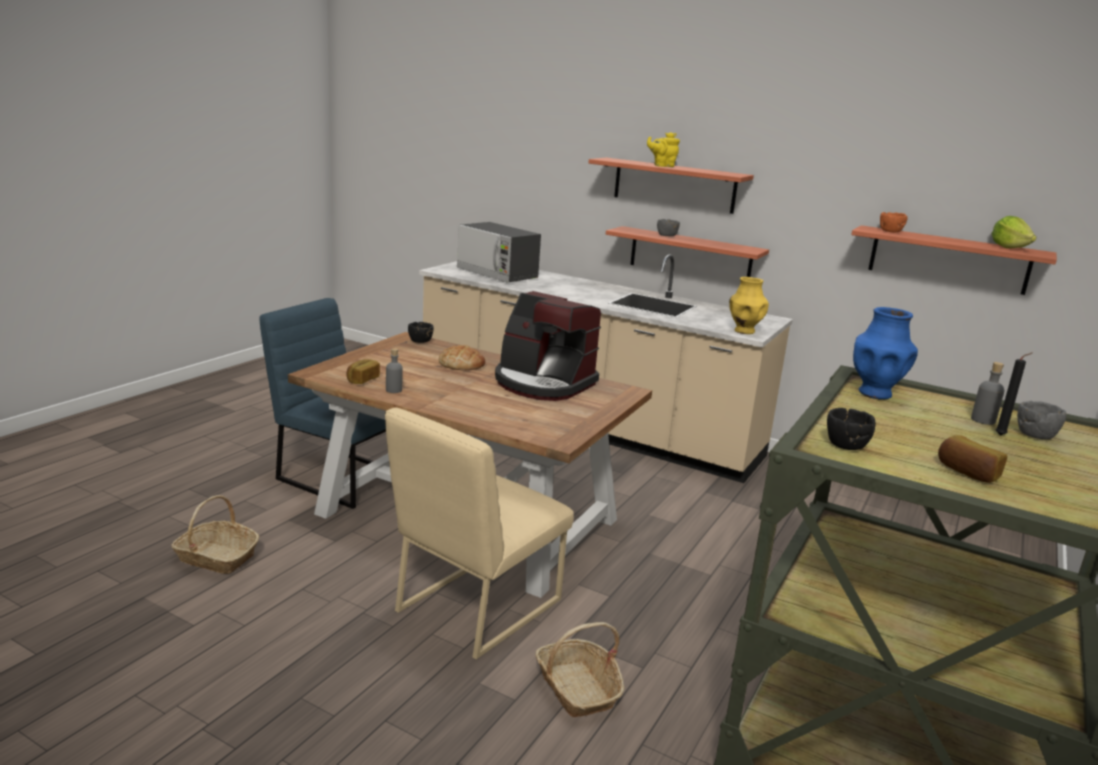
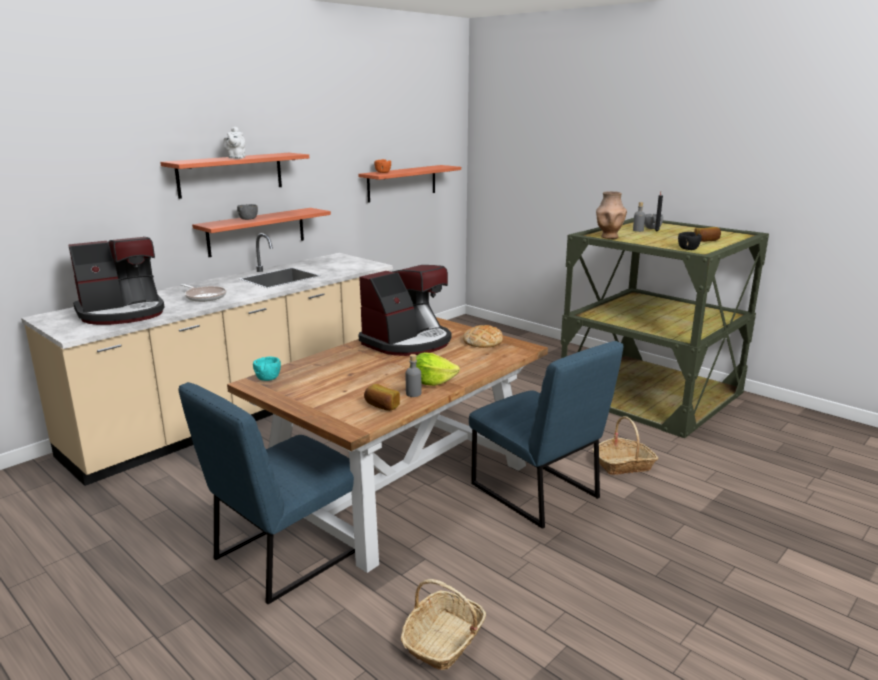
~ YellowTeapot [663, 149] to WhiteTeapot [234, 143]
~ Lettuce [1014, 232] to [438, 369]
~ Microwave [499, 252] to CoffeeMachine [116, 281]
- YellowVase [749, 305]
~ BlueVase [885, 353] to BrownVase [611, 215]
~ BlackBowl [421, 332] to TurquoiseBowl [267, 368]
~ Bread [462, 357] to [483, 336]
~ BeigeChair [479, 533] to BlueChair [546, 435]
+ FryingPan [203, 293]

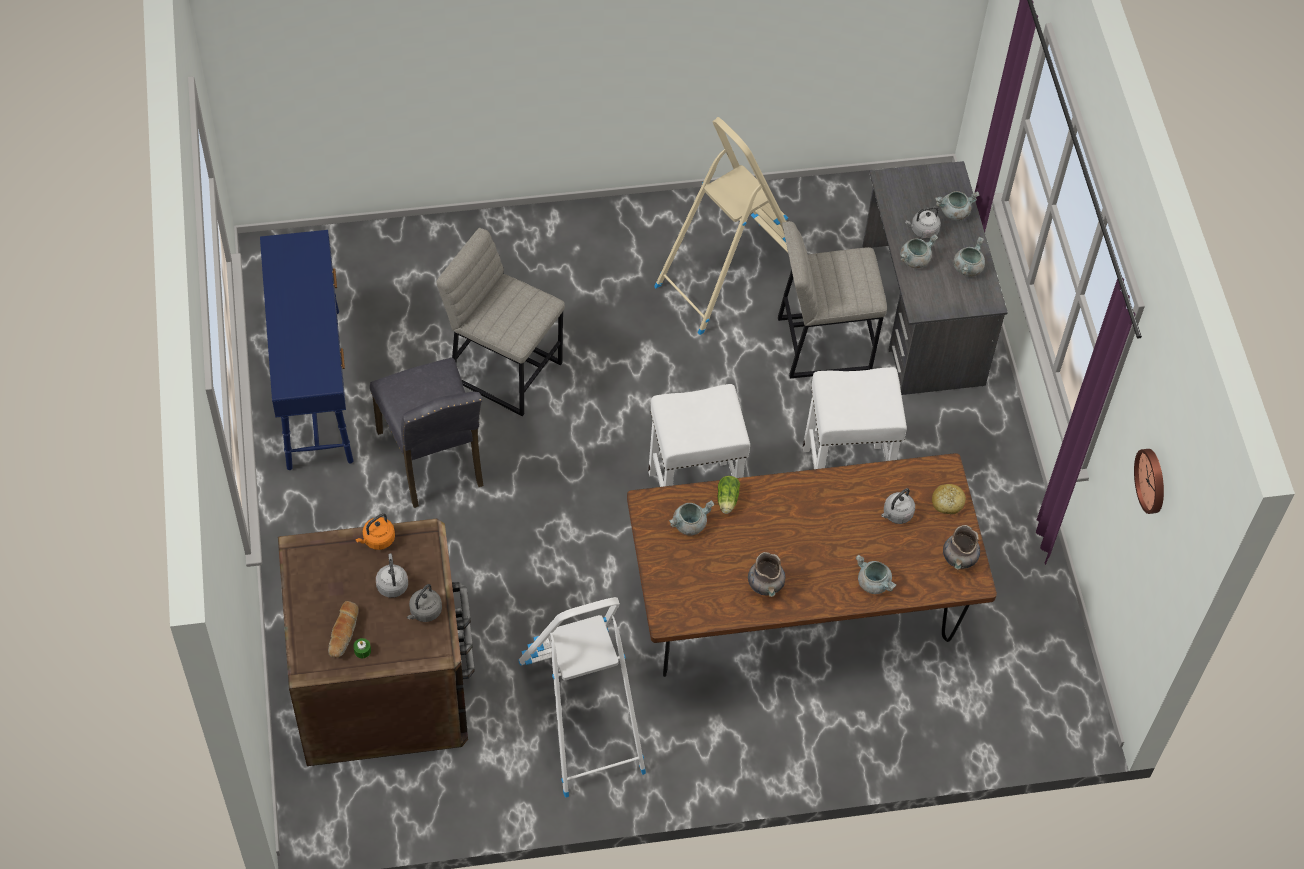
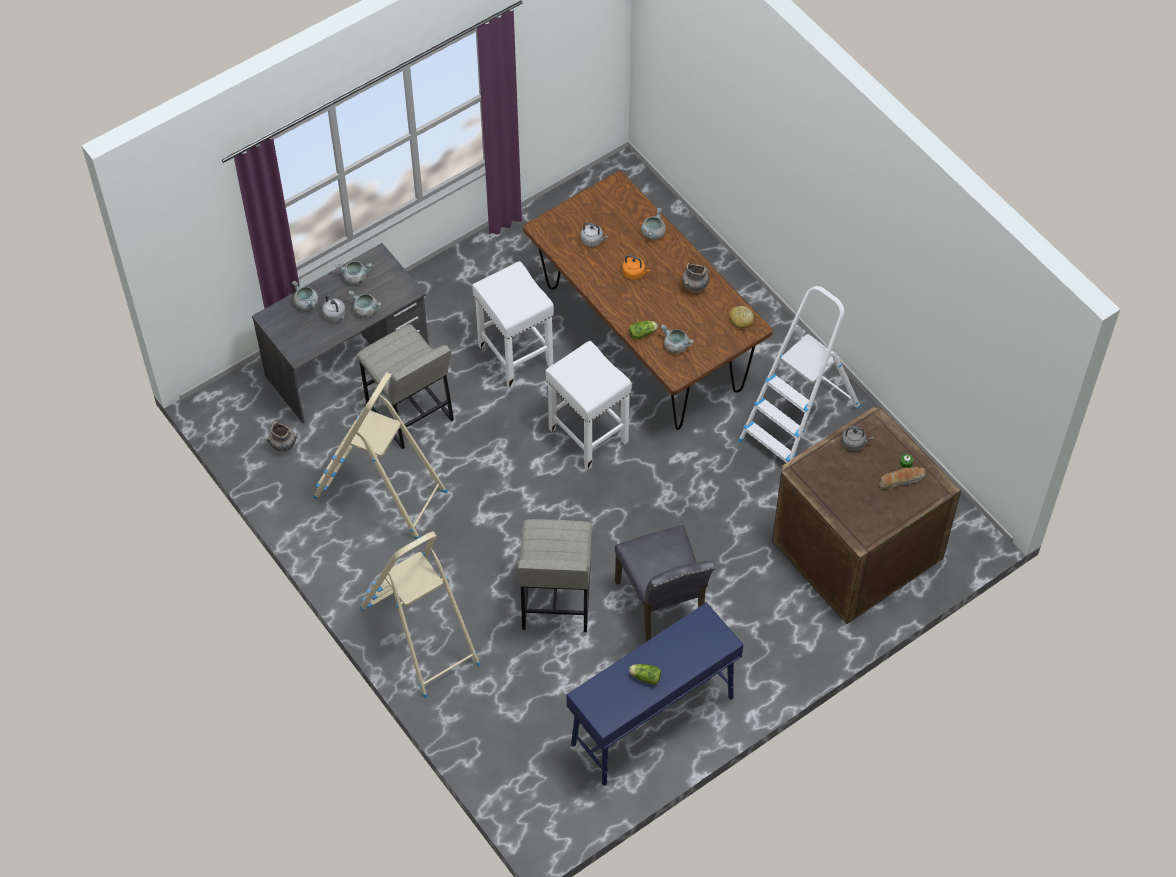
~ GreyChair [427, 432] = [665, 583] 120 degrees clockwise
- WallClock [1149, 481]
~ Bread [949, 499] to [741, 317]
~ OrangeKettle [375, 531] to [636, 267]
~ GreyVase [961, 547] to [283, 437]
- GreyKettle [392, 576]
+ BeigeStepLadder [420, 615]
+ Lettuce [645, 674]

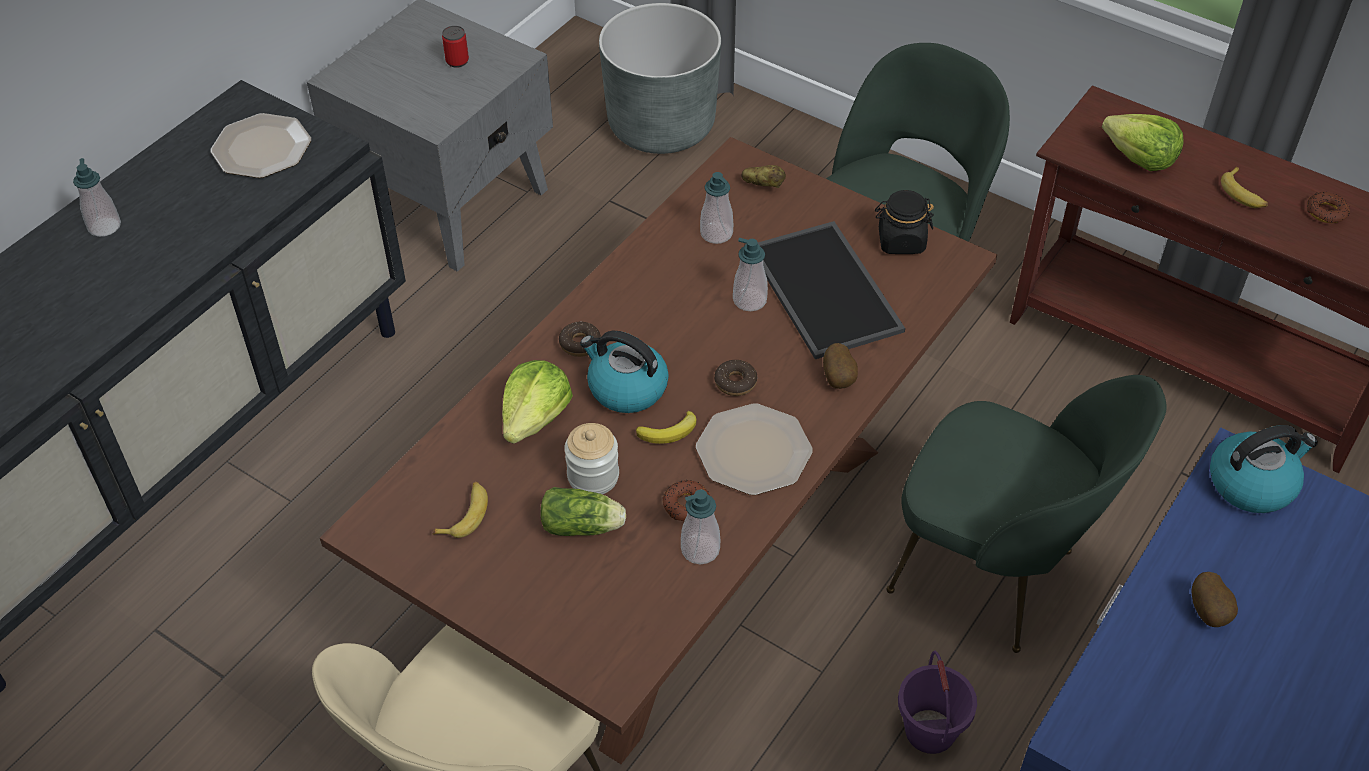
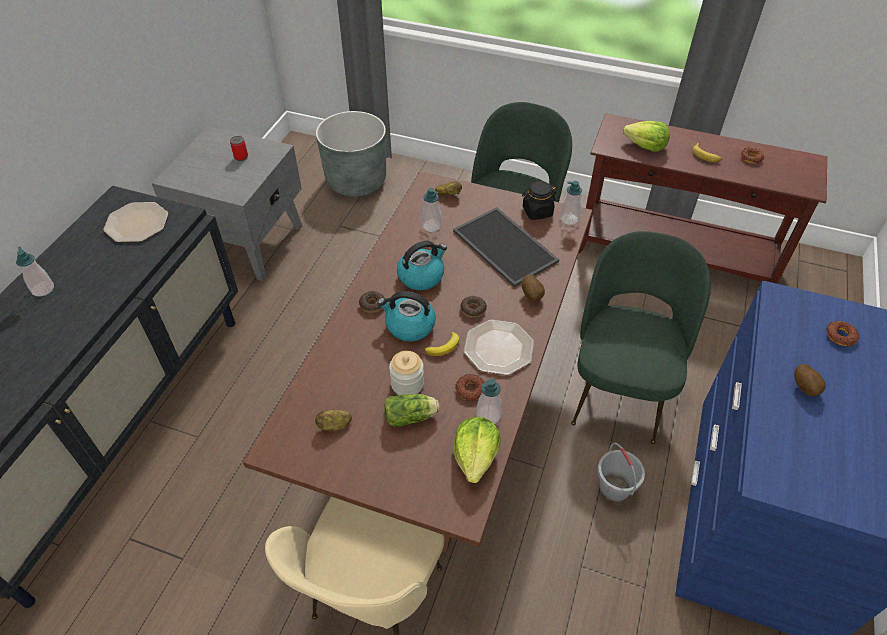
~ SoapDispenser [750, 274] to [571, 203]
~ Lettuce [537, 402] to [477, 450]
~ GreenChair [1026, 514] = [641, 337] 90 degrees counterclockwise
~ Kettle [1264, 469] to [422, 265]
~ Banana [460, 510] to Potato [333, 420]
~ PurpleBucket [937, 702] to GreyBucket [621, 472]
+ Donut [843, 333]

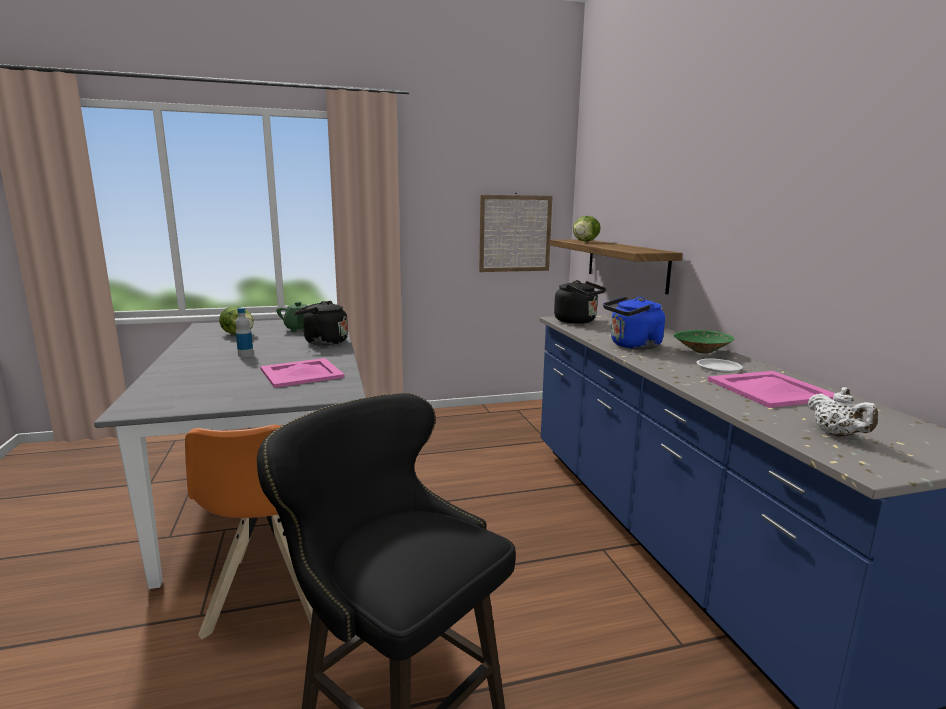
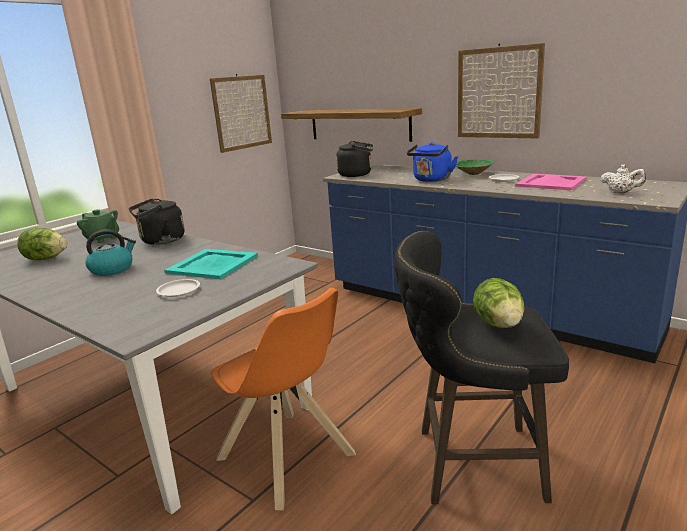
~ Lettuce [587, 229] to [499, 303]
~ Bottle [245, 332] to Kettle [110, 252]
~ PinkTray [302, 373] to TurquoiseTray [211, 264]
+ Picture [501, 90]
+ WhitePlate [178, 288]

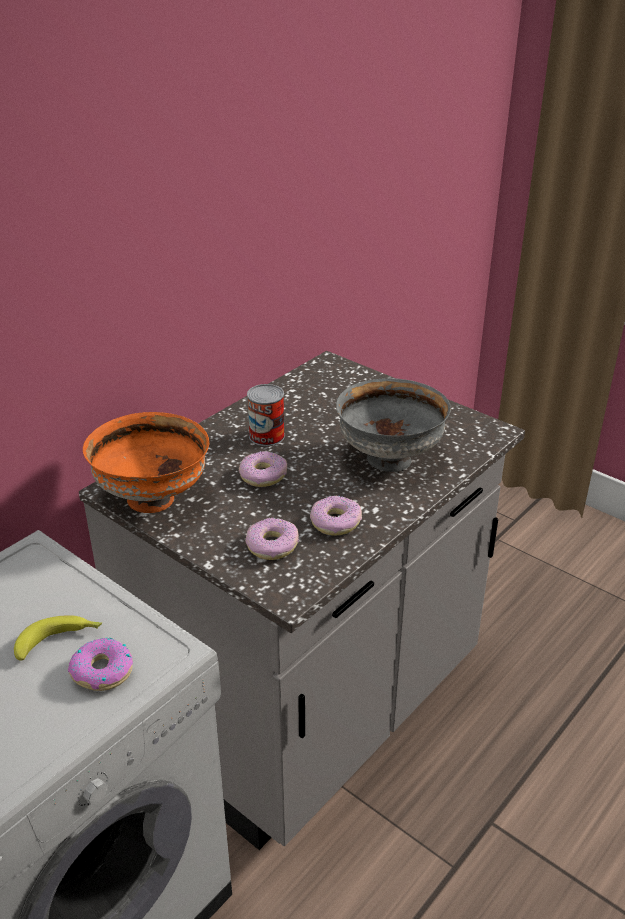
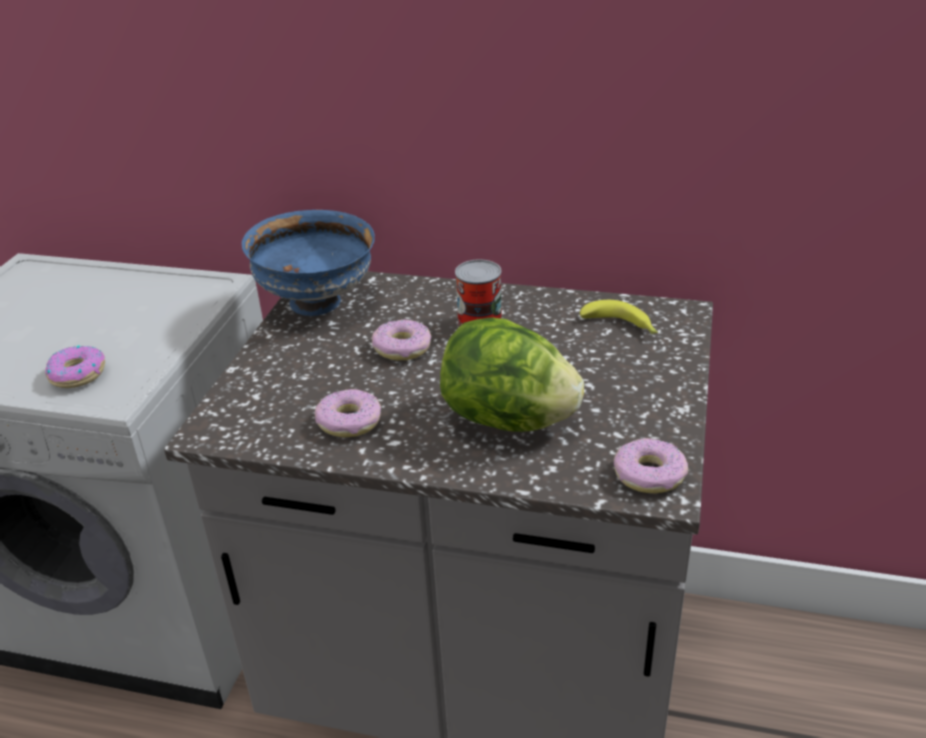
~ GreyBowl [393, 425] to Lettuce [512, 374]
~ OrangeBowl [146, 462] to BlueBowl [308, 263]
~ Donut [272, 539] to [651, 465]
~ Banana [58, 638] to [619, 317]

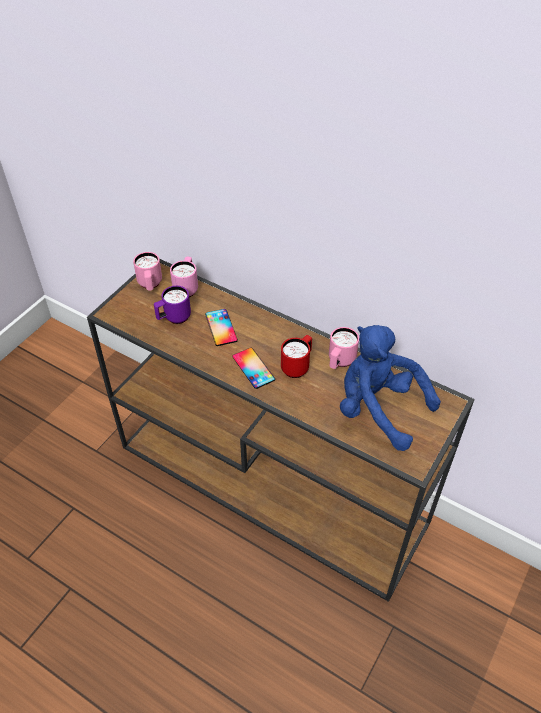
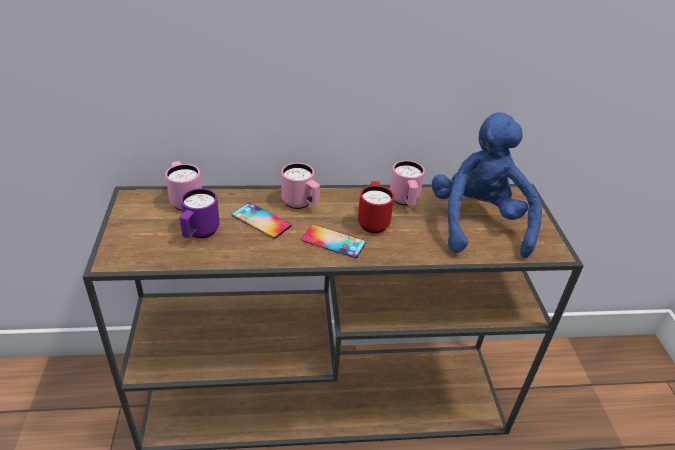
~ PinkMug [147, 271] to [300, 186]
~ BluePlushToy [390, 388] = [487, 185] 90 degrees clockwise

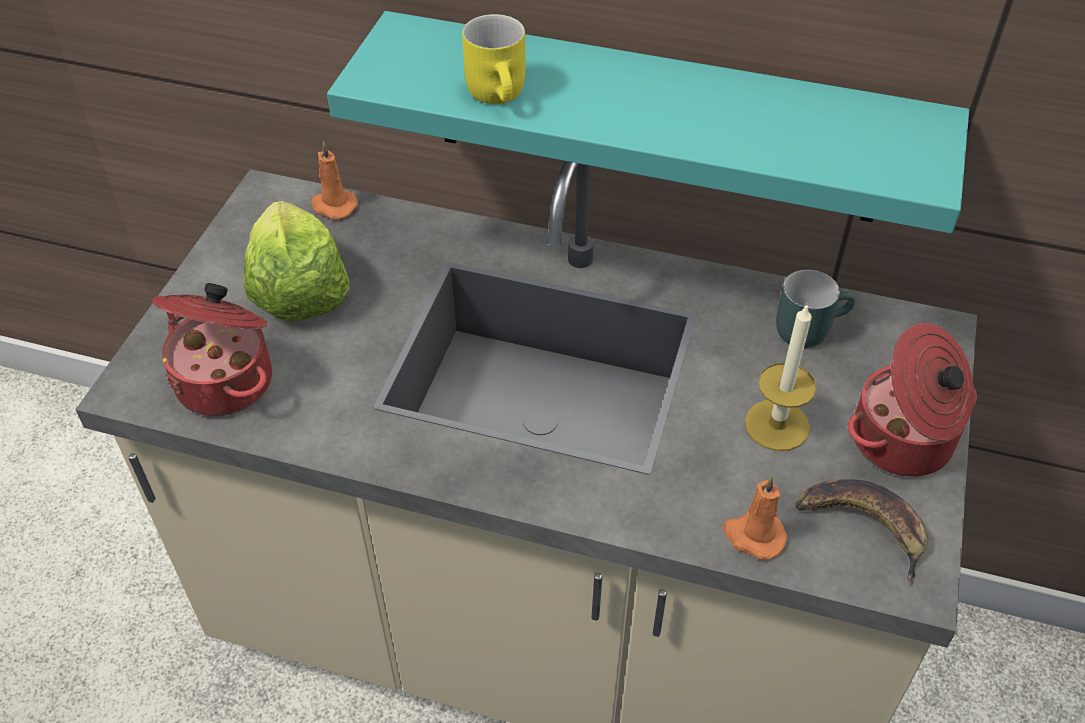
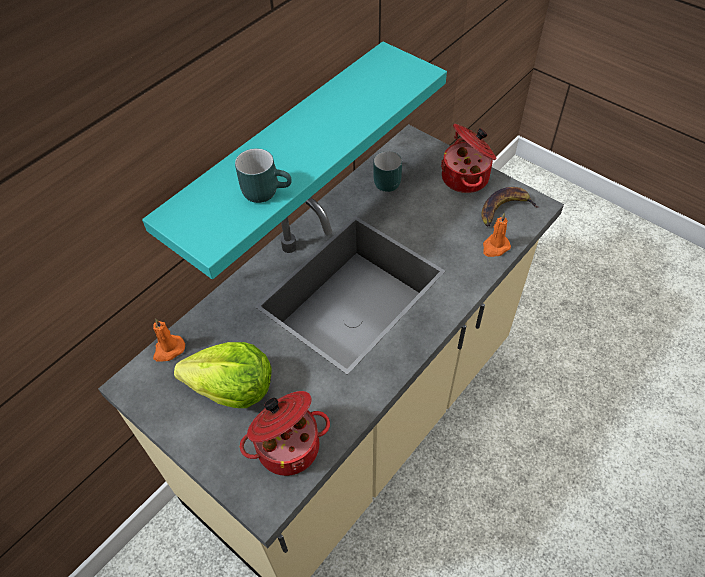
~ YellowMug [493, 59] to TurquoiseMug [263, 175]
- Candle [780, 377]

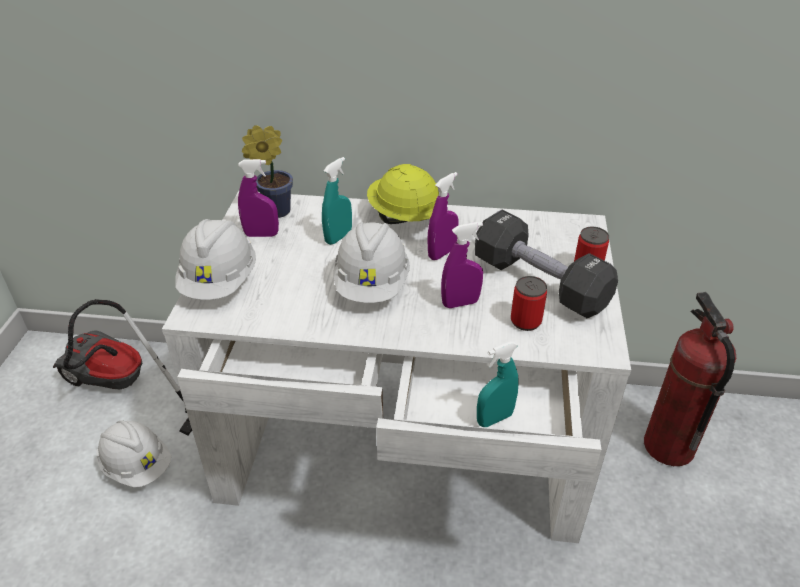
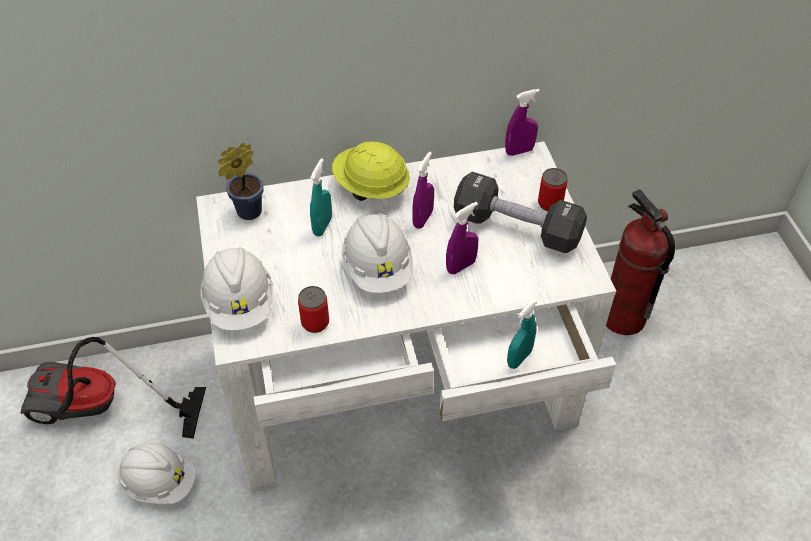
~ PurpleSprayBottle [258, 198] to [522, 122]
~ Can [529, 303] to [313, 309]

